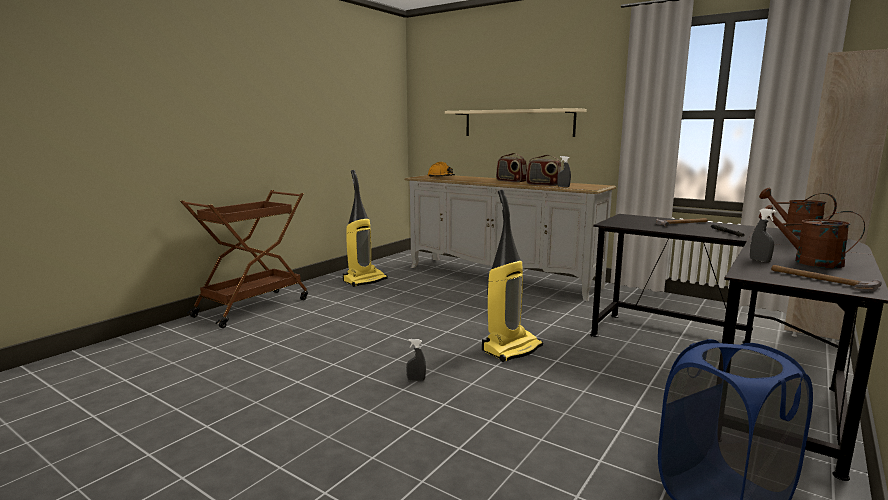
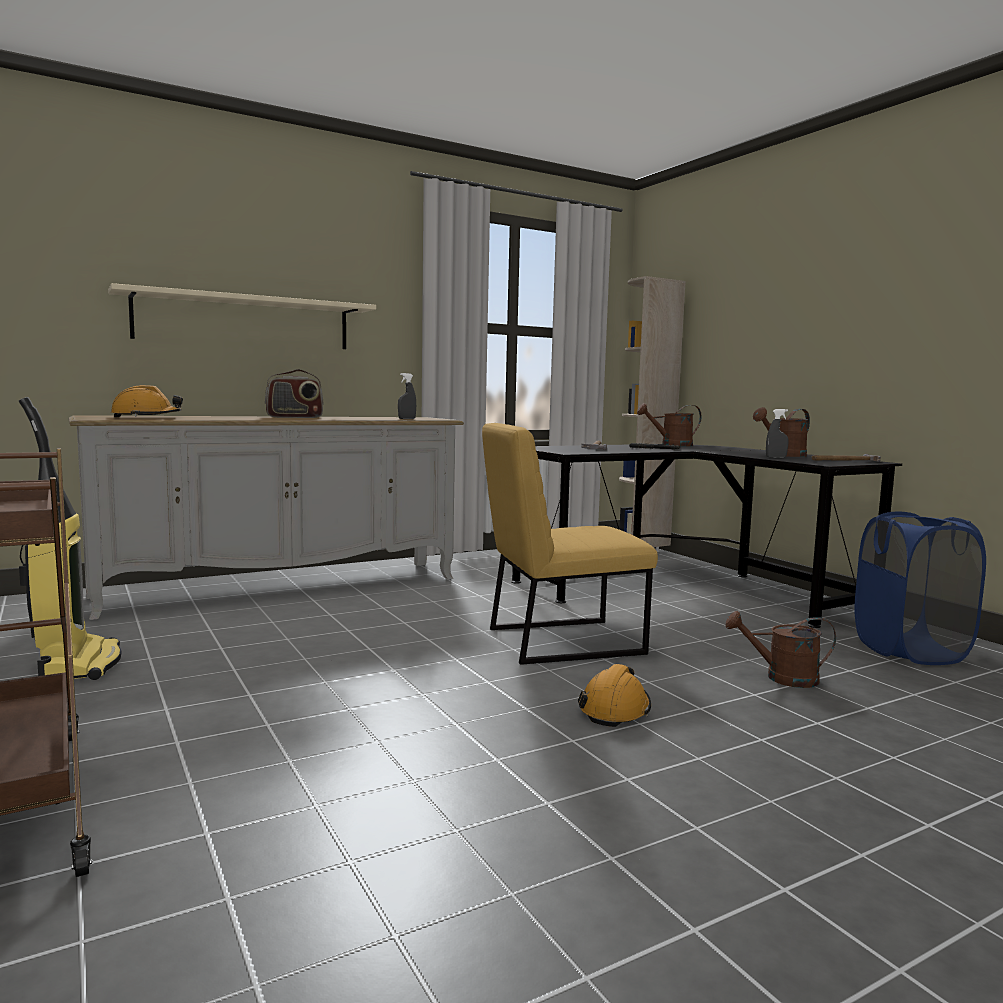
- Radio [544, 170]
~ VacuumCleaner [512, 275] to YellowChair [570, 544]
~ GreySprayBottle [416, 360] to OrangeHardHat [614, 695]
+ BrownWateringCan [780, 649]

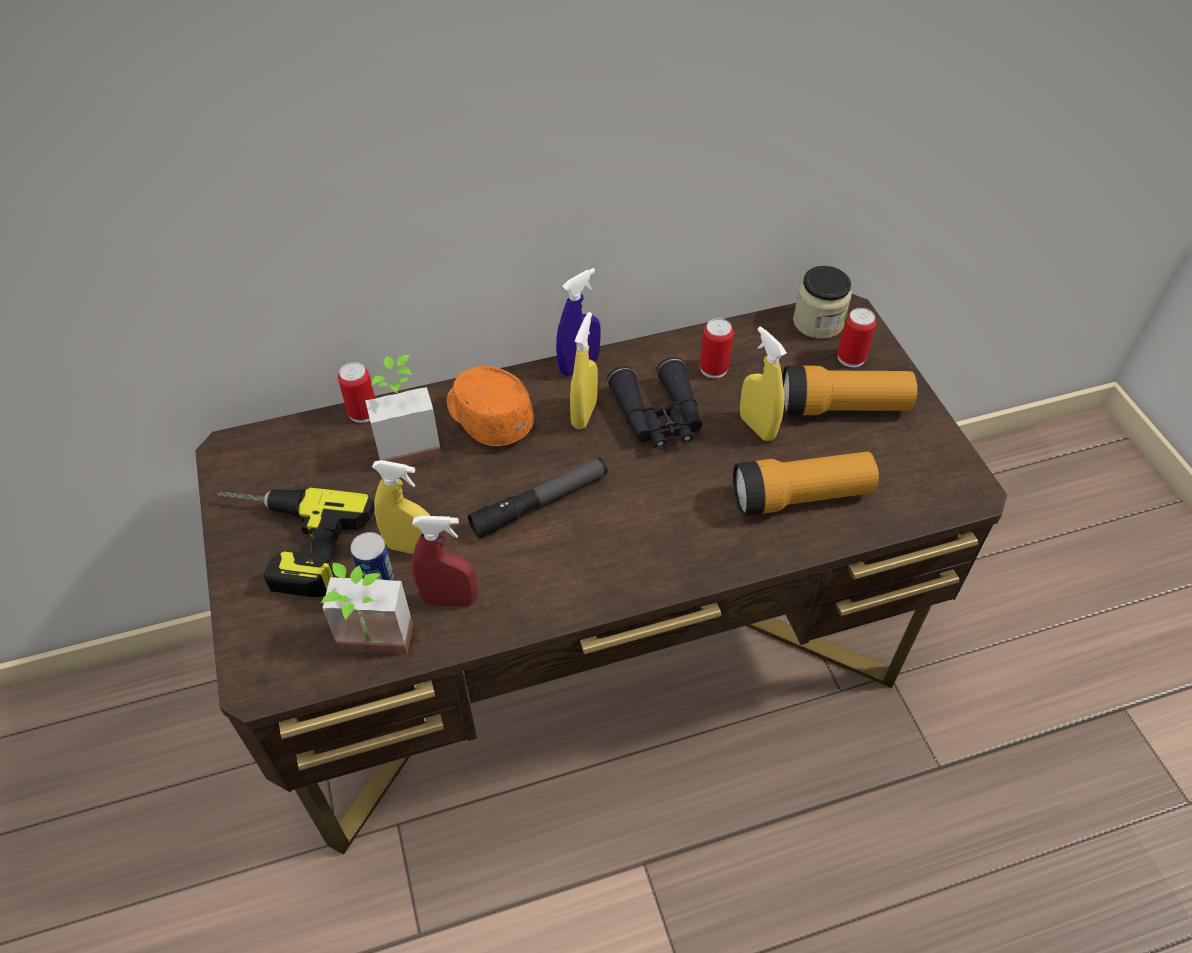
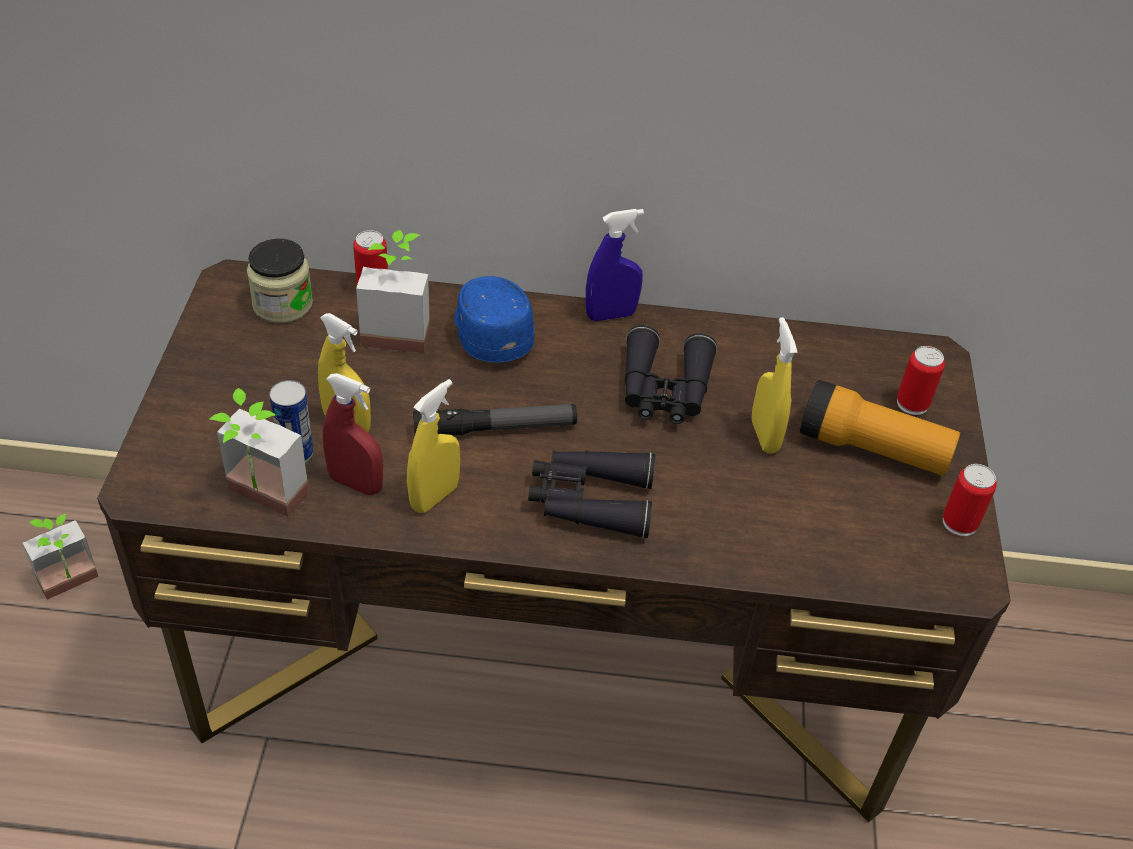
~ Jar [822, 302] to [280, 281]
~ YellowSprayBottle [584, 370] to [433, 446]
~ Can [716, 348] to [970, 500]
~ OrangeCap [490, 406] to BlueCap [494, 319]
- Flashlight [806, 484]
- PowerDrill [296, 542]
+ BlackBinoculars [592, 494]
+ PottedPlant [61, 557]

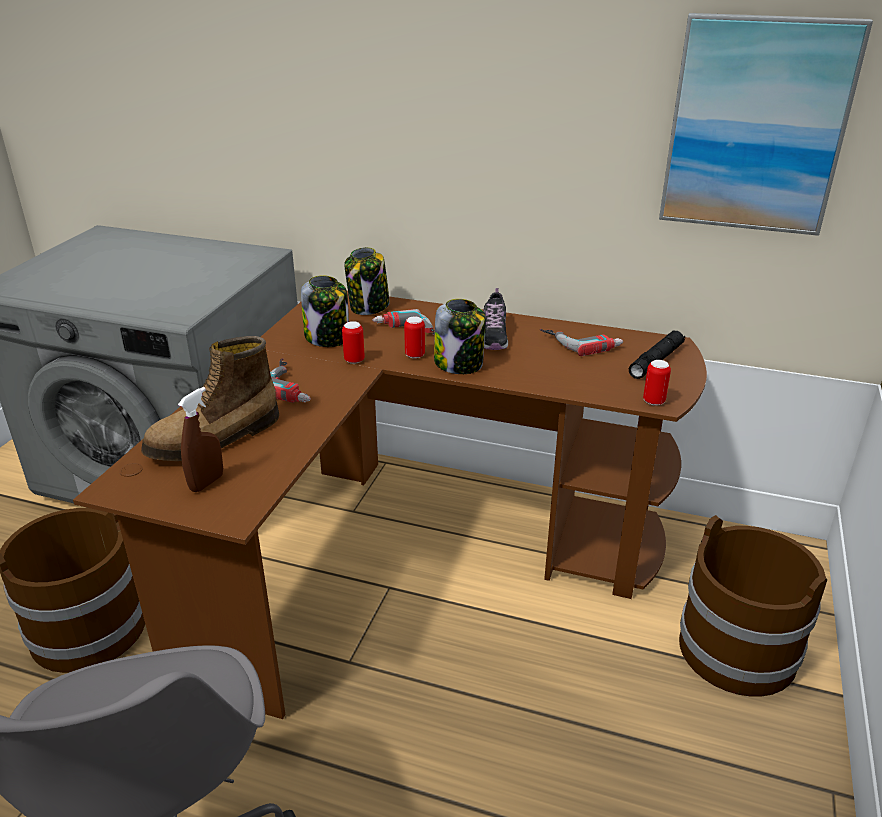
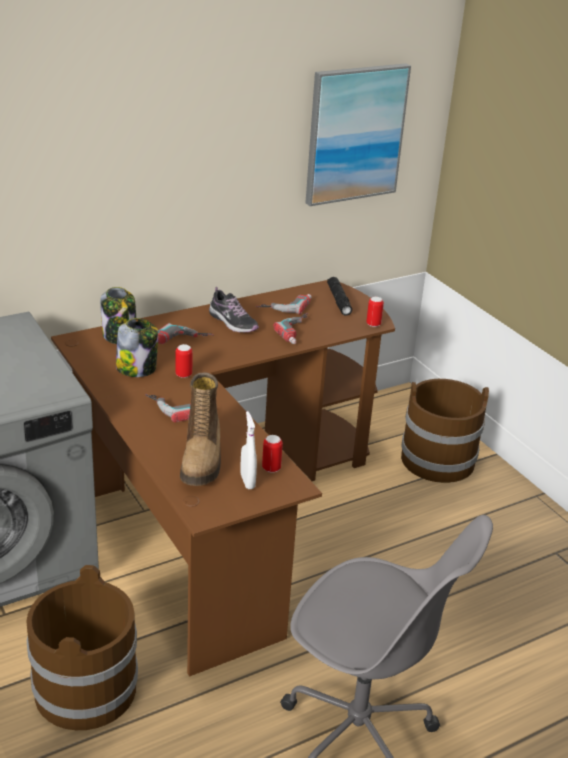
- Jar [460, 336]
~ Can [414, 337] to [272, 454]
~ BrownSprayBottle [200, 439] to WhiteSprayBottle [248, 450]
+ PowerDrill [291, 328]

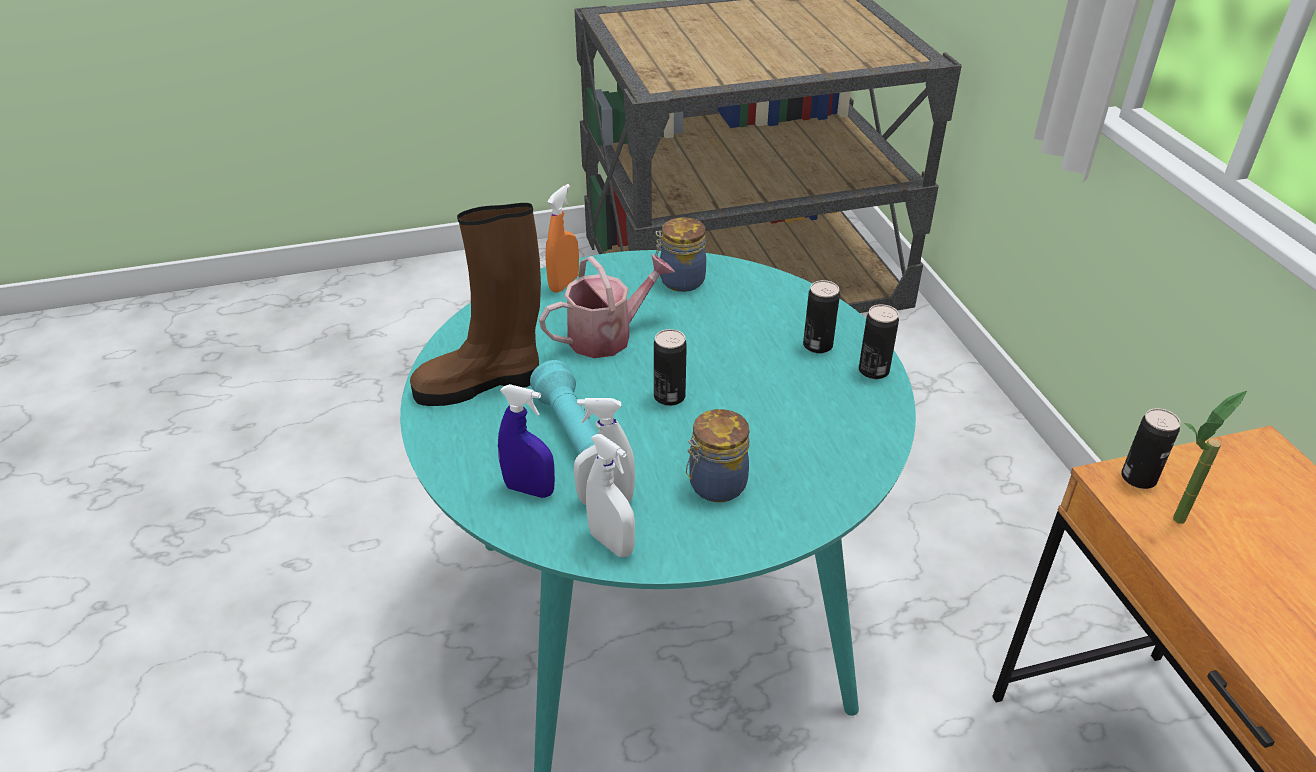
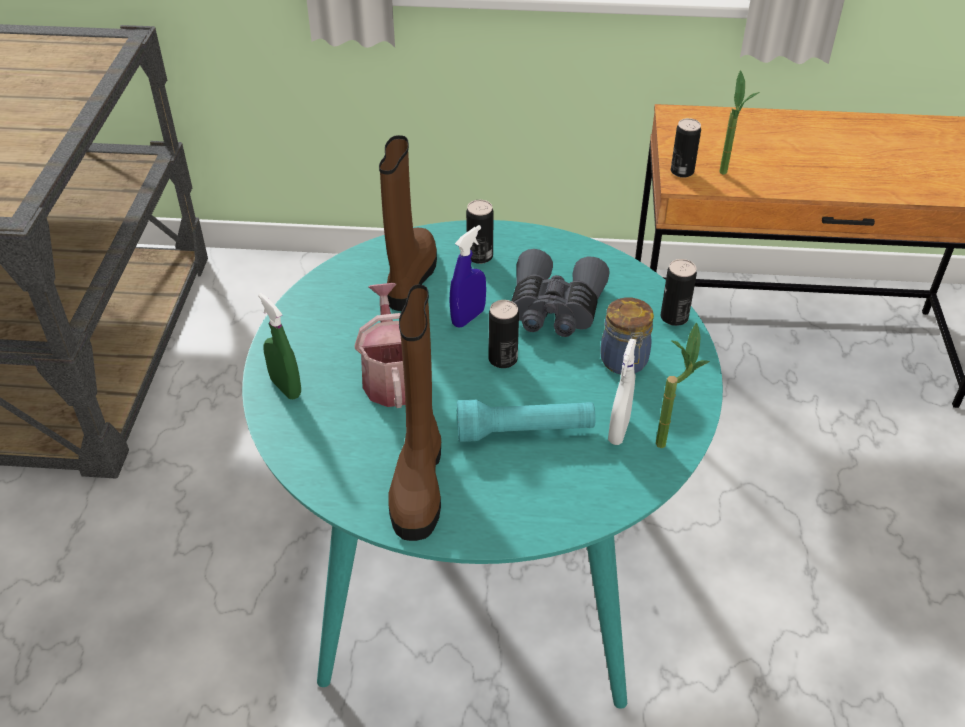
~ OrangeSprayBottle [562, 238] to GreenSprayBottle [279, 346]
- Jar [680, 254]
~ Can [879, 341] to [679, 292]
~ BlueSprayBottle [526, 441] to [468, 276]
~ WhiteSprayBottle [610, 495] to PottedPlant [683, 385]
+ BrownBoot [408, 223]
+ GreyBinoculars [561, 293]

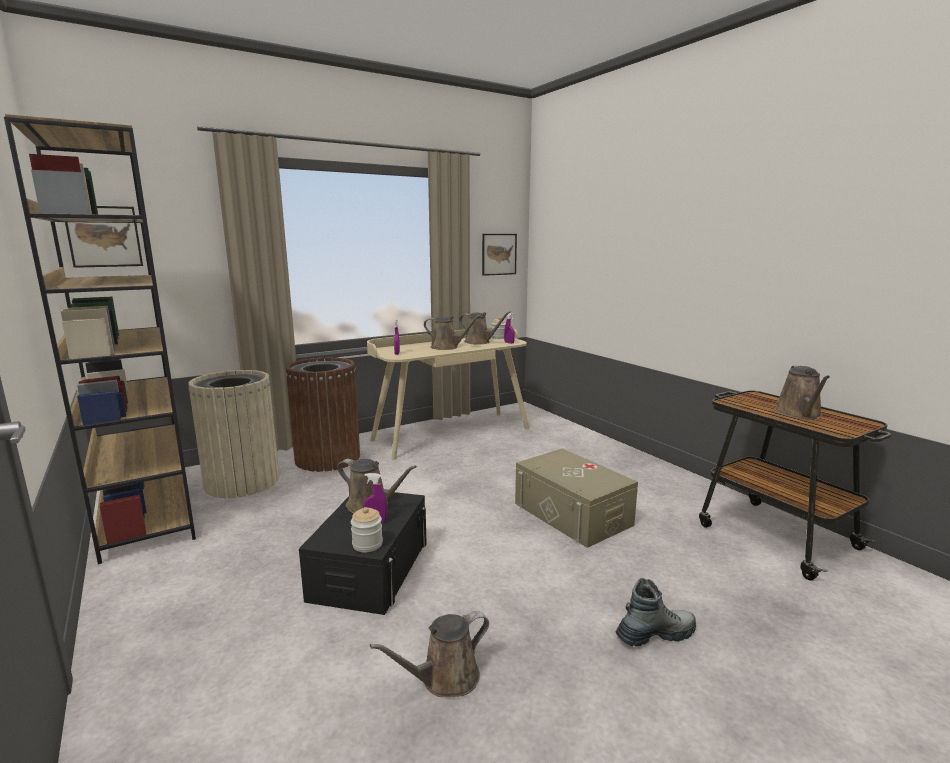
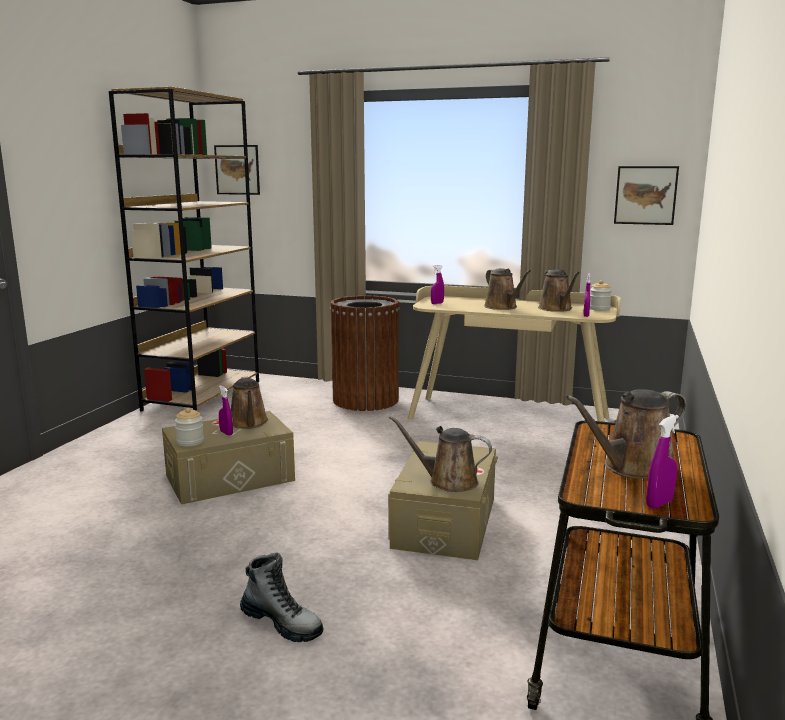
- BeigeTrashCan [234, 434]
~ BlackStorageBox [363, 553] to BeigeStorageBox [228, 458]
~ BrownWateringCan [429, 654] to [440, 454]
+ PurpleSprayBottle [662, 461]

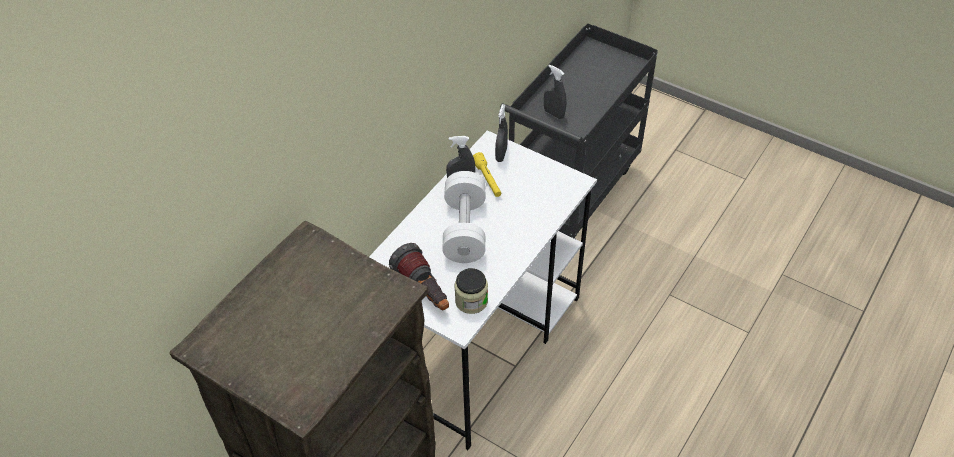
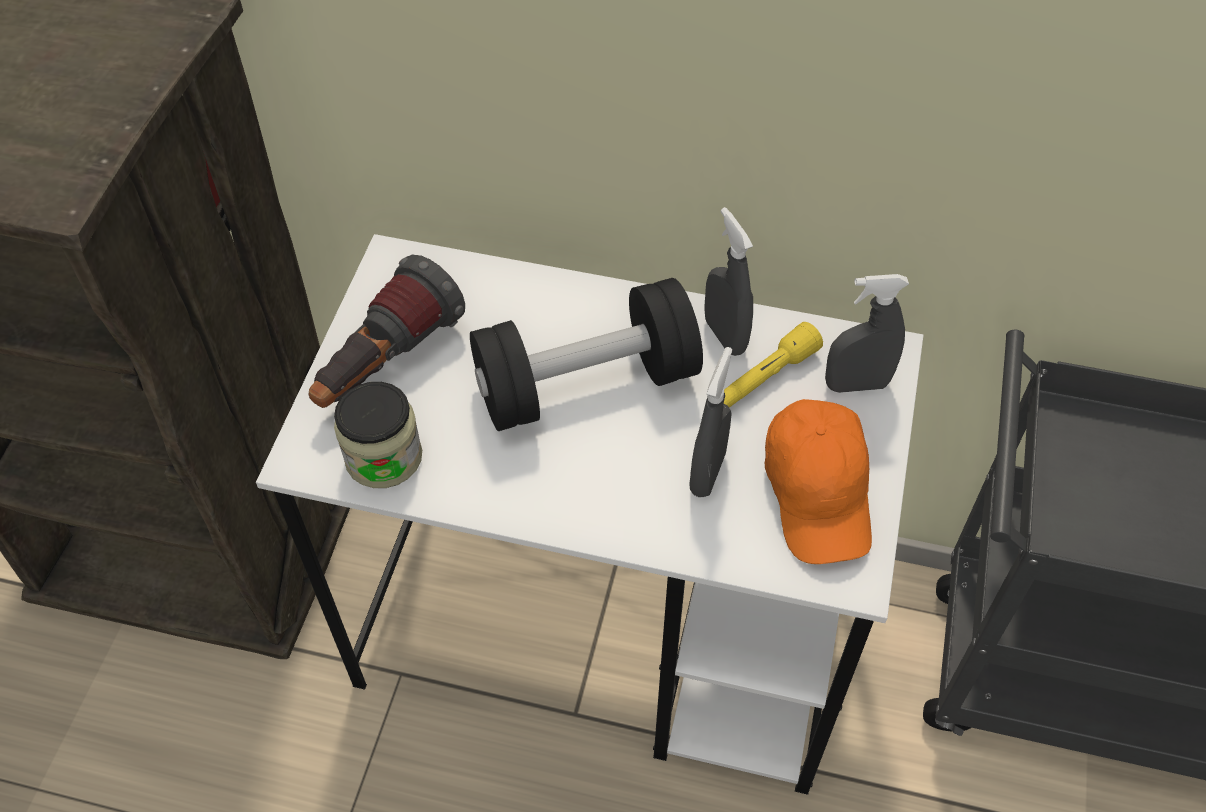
~ GreySprayBottle [555, 91] to [711, 422]
~ WhiteDumbbell [464, 217] to BlackDumbbell [586, 354]
+ OrangeCap [818, 481]

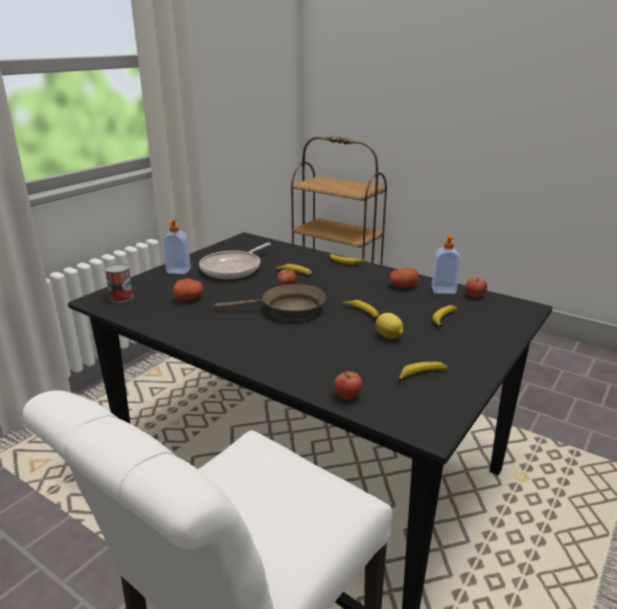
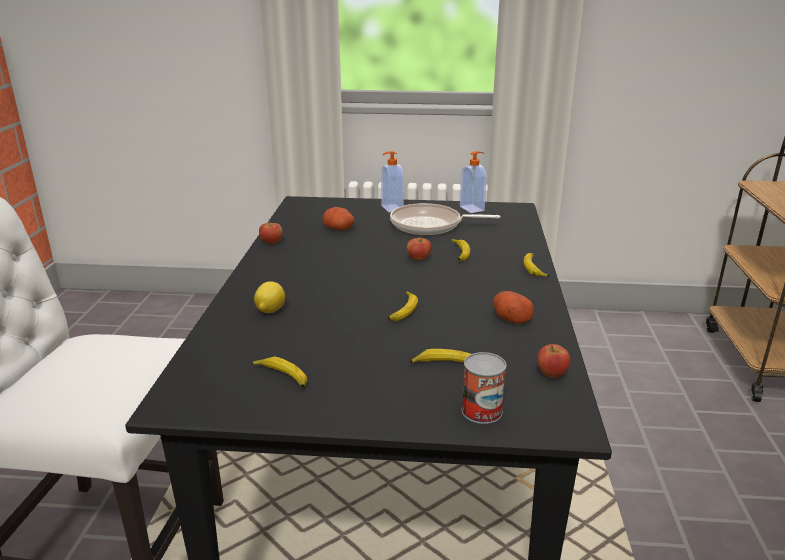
~ SoapDispenser [446, 264] to [473, 182]
~ Can [119, 282] to [484, 388]
- BrownFryingPan [270, 302]
~ Lemon [389, 326] to [269, 297]
~ Apple [348, 385] to [271, 232]

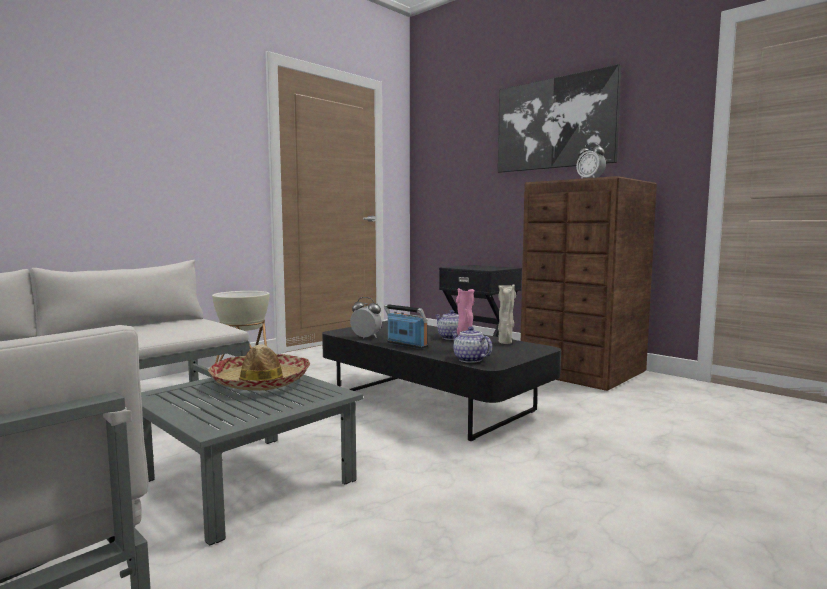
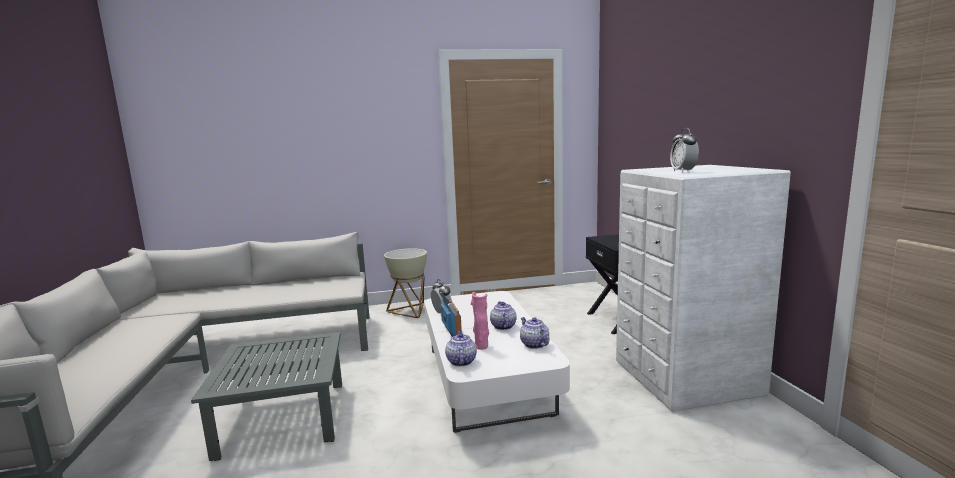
- Picture [559, 118]
~ BrownDresser [589, 283] to WhiteDresser [703, 288]
~ BeigeVase [507, 314] to Teapot [534, 333]
~ BlackCoffeeTable [441, 381] to WhiteCoffeeTable [497, 362]
- Hat [259, 367]

